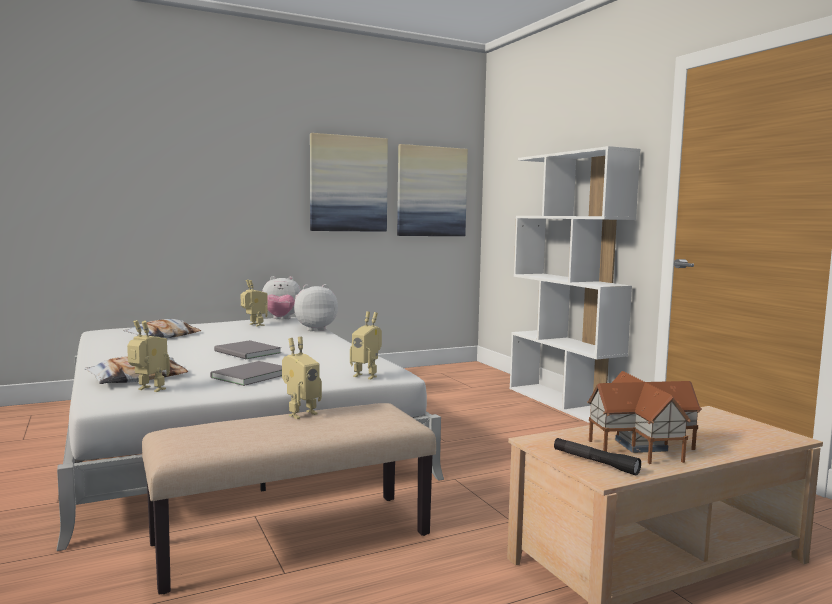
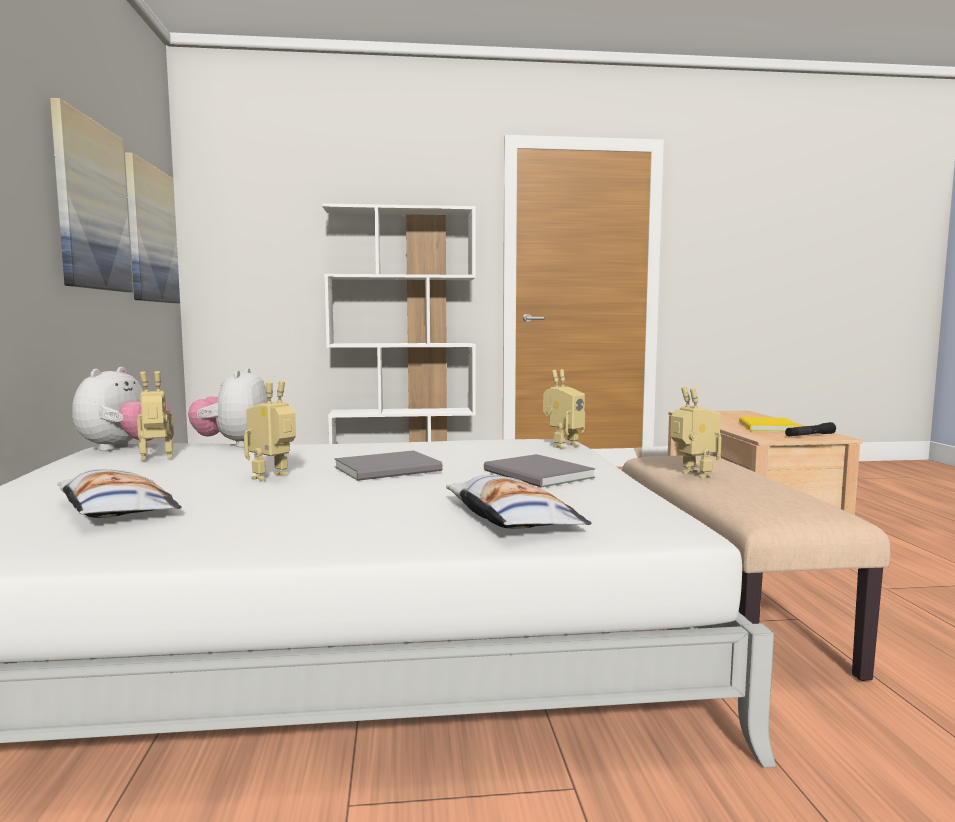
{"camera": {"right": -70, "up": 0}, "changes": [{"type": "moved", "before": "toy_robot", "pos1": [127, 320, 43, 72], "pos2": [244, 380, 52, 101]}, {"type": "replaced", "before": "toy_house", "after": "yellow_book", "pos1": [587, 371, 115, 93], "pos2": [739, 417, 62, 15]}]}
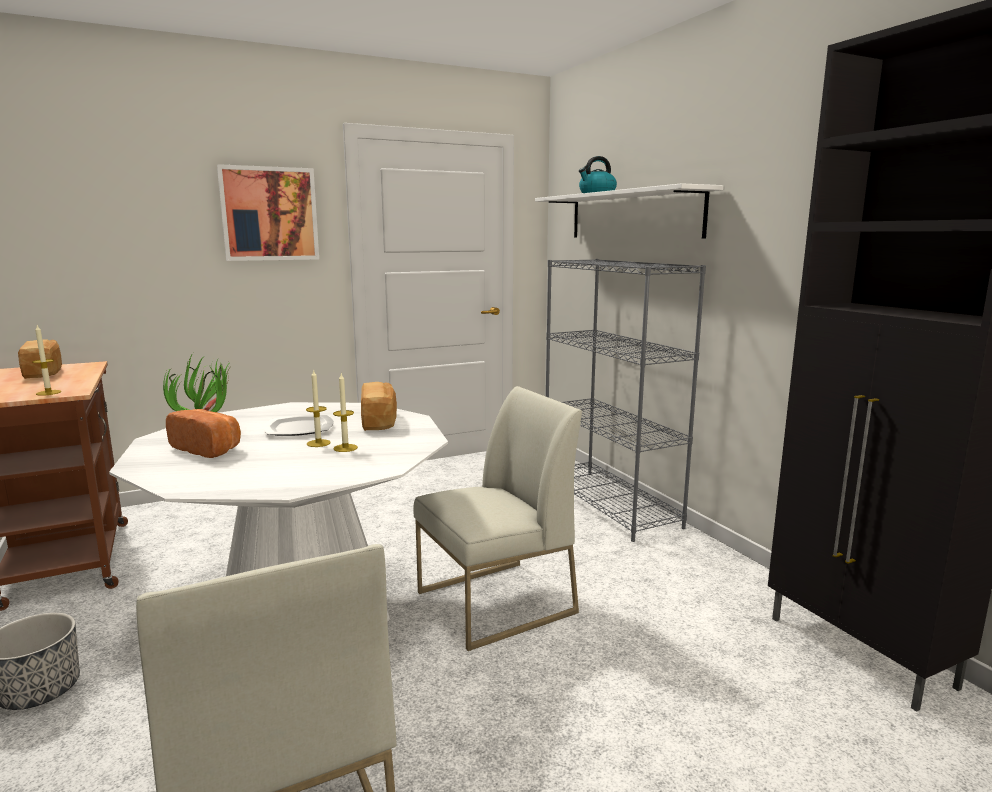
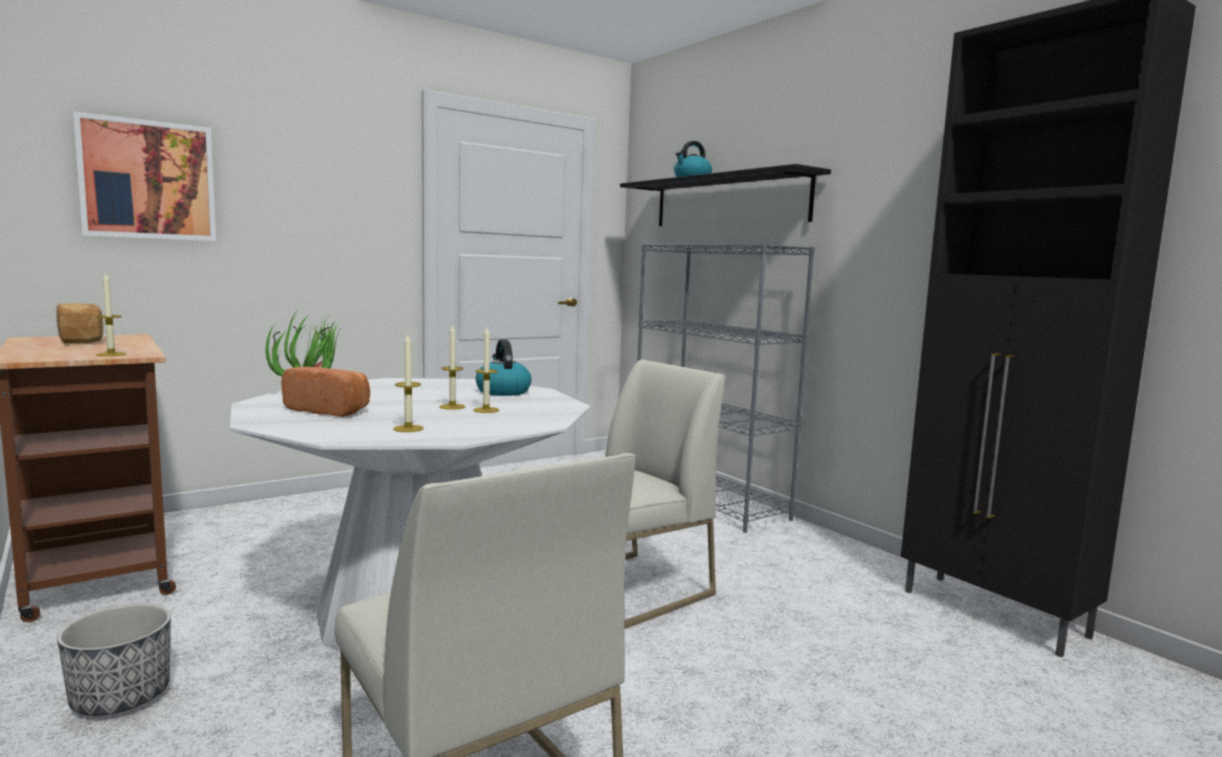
{"camera": {"right": -10, "up": -5}, "changes": [{"type": "moved", "before": "picture", "pos1": [217, 164, 102, 97], "pos2": [73, 111, 143, 130]}, {"type": "recoloured", "before": "white_shelf", "after": "black_shelf", "pos1": [535, 183, 189, 55], "pos2": [620, 164, 211, 62]}, {"type": "replaced", "before": "bread", "after": "kettle", "pos1": [361, 382, 36, 49], "pos2": [476, 339, 56, 57]}, {"type": "removed", "before": "plate", "pos1": [263, 415, 71, 21]}, {"type": "added", "after": "candle", "pos2": [393, 335, 31, 97]}]}
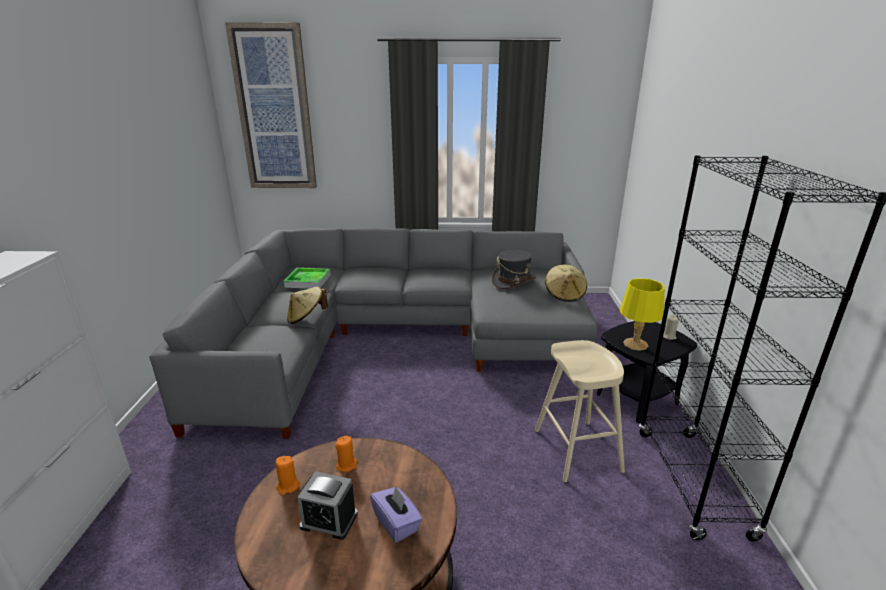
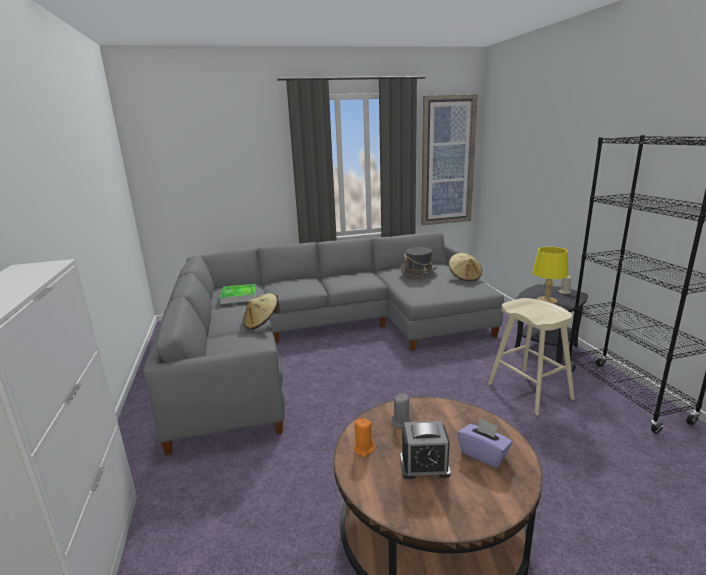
{"camera": {"right": -15, "up": -5}, "changes": [{"type": "moved", "before": "picture", "pos1": [225, 22, 92, 166], "pos2": [421, 94, 57, 131]}, {"type": "recoloured", "before": "orange_candle", "after": "grey_candle", "pos1": [335, 436, 22, 36], "pos2": [392, 394, 20, 34]}]}
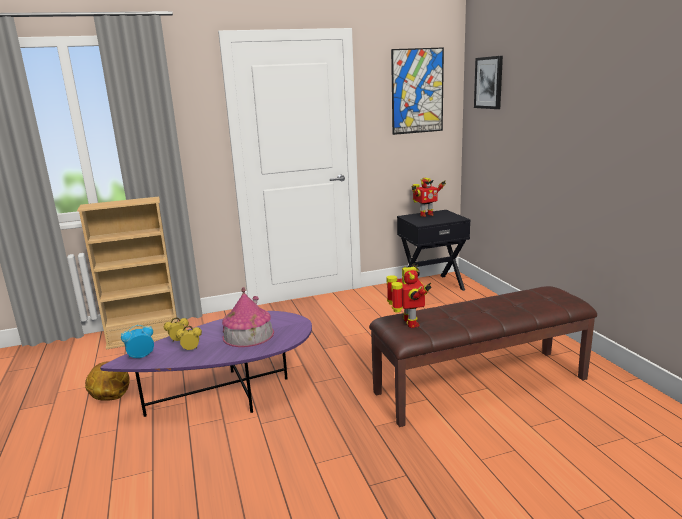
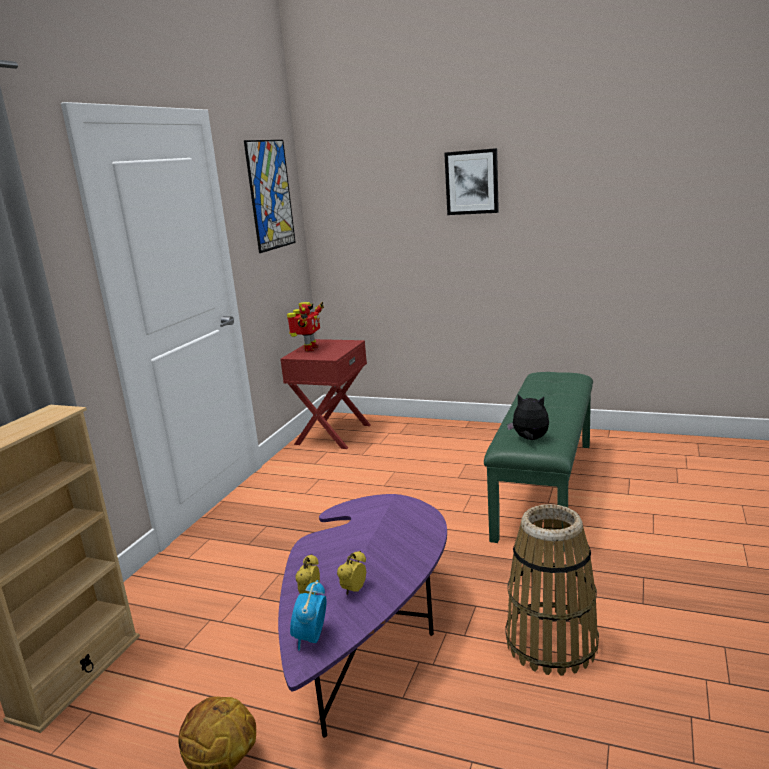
{"camera": {"right": -50, "up": 0}, "changes": [{"type": "moved", "before": "picture", "pos1": [474, 56, 29, 53], "pos2": [444, 148, 55, 67]}, {"type": "recoloured", "before": "black_nightstand", "after": "red_nightstand", "pos1": [397, 210, 73, 81], "pos2": [280, 339, 90, 110]}, {"type": "replaced", "before": "toy_robot", "after": "plush_toy", "pos1": [387, 263, 45, 65], "pos2": [507, 394, 42, 46]}, {"type": "recoloured", "before": "brown_bench", "after": "green_bench", "pos1": [369, 286, 228, 141], "pos2": [484, 372, 109, 180]}, {"type": "removed", "before": "toy_house", "pos1": [222, 287, 52, 60]}, {"type": "added", "after": "basket", "pos2": [505, 504, 94, 172]}]}
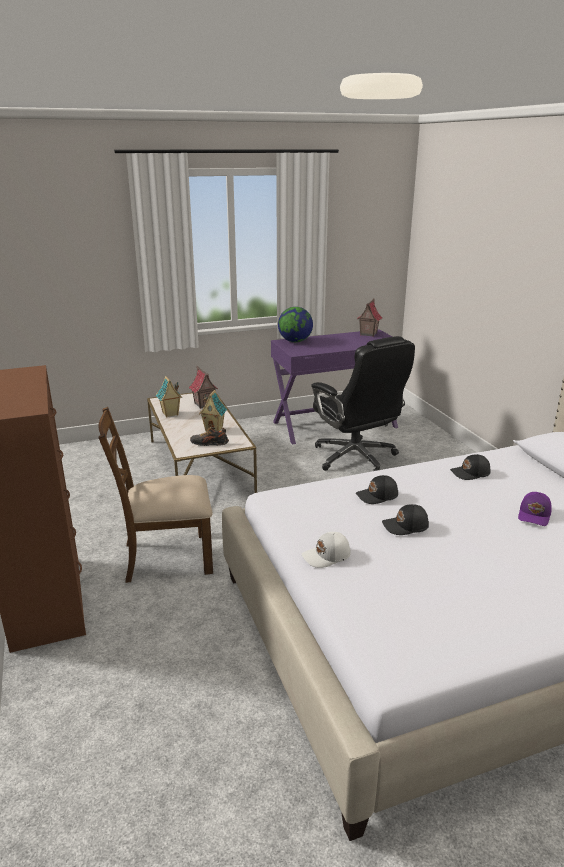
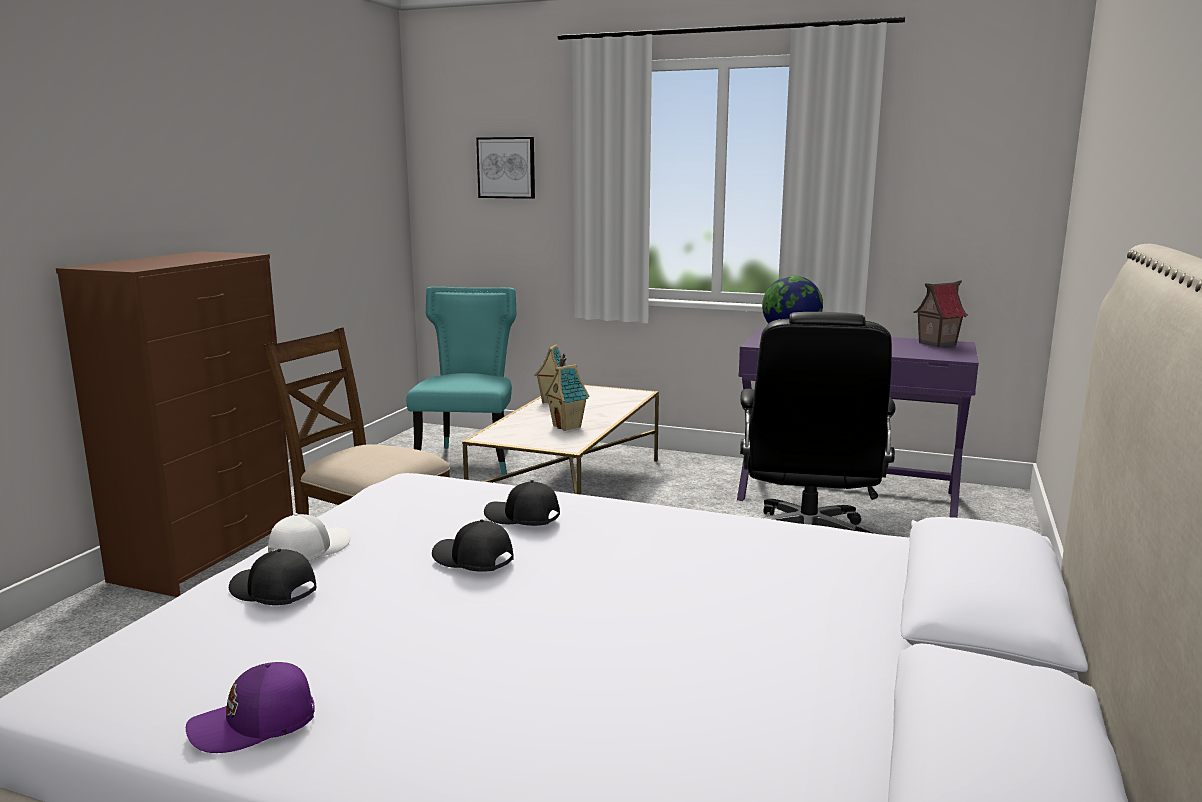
{"camera": {"right": 40, "up": -10}, "changes": [{"type": "removed", "before": "toy_house", "pos1": [189, 366, 29, 43]}, {"type": "removed", "before": "shoe", "pos1": [190, 427, 39, 19]}, {"type": "moved", "before": "black_cap", "pos1": [450, 454, 41, 26], "pos2": [229, 549, 87, 56]}, {"type": "moved", "before": "purple_cap", "pos1": [518, 492, 34, 34], "pos2": [186, 662, 129, 91]}, {"type": "turned", "before": "white_cap", "pos1": [302, 532, 49, 36], "pos2": [268, 513, 83, 48], "turn": 105}, {"type": "added", "after": "picture", "pos2": [476, 137, 59, 62]}, {"type": "added", "after": "turquoise_chair", "pos2": [406, 287, 110, 188]}]}
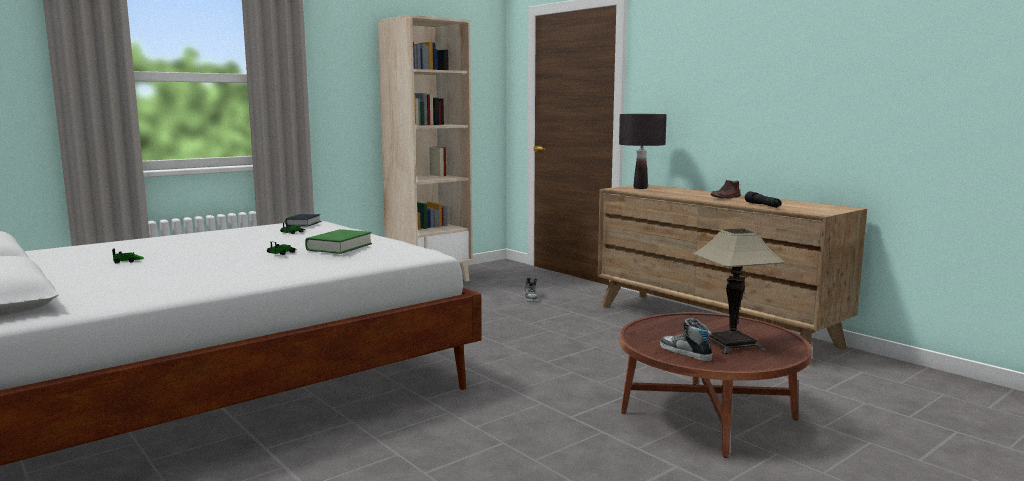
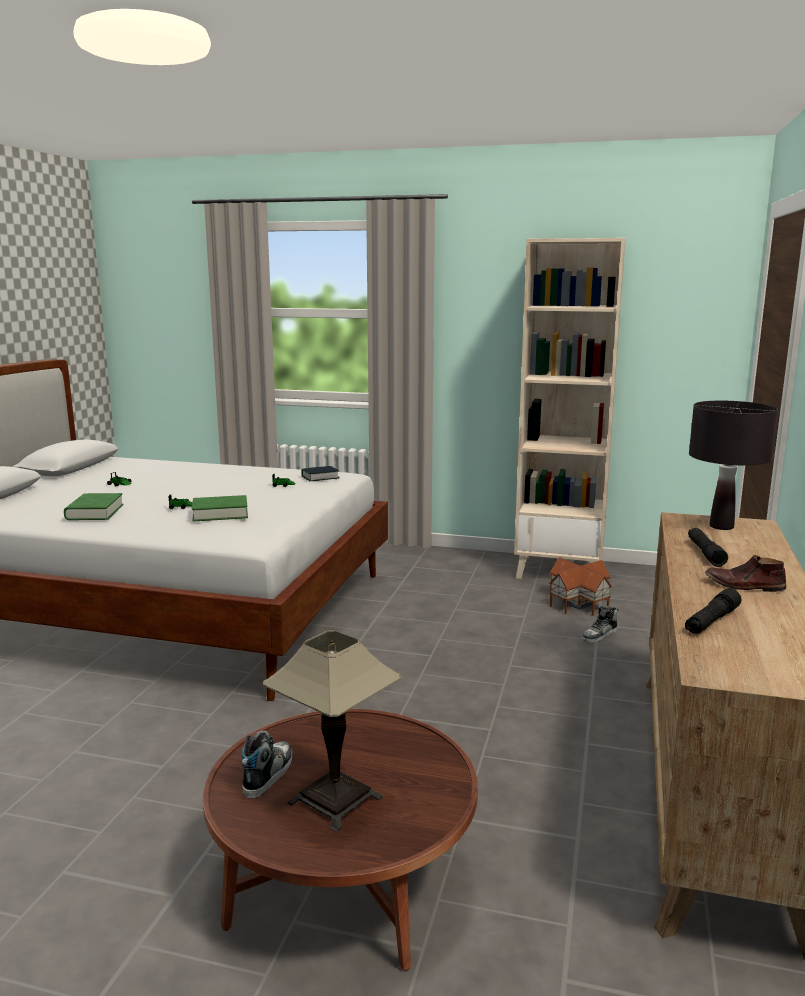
{"camera": {"right": 55, "up": 5}, "changes": [{"type": "added", "after": "green_book", "pos2": [64, 493, 60, 27]}, {"type": "added", "after": "black_flashlight", "pos2": [688, 528, 40, 39]}, {"type": "added", "after": "toy_house", "pos2": [549, 557, 63, 59]}]}
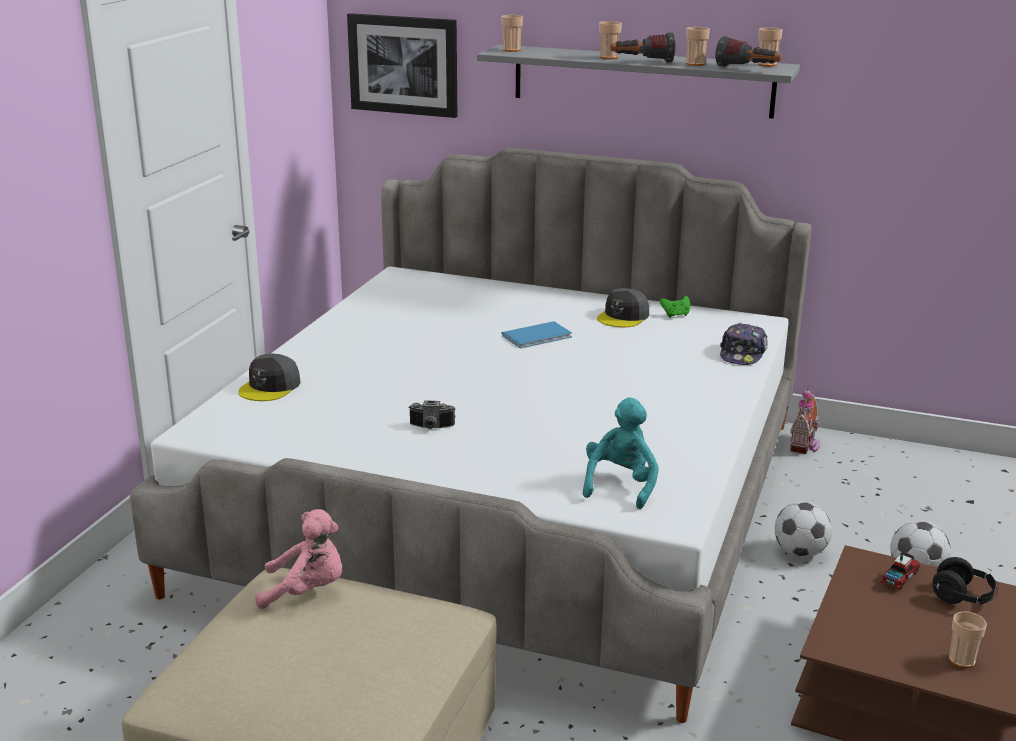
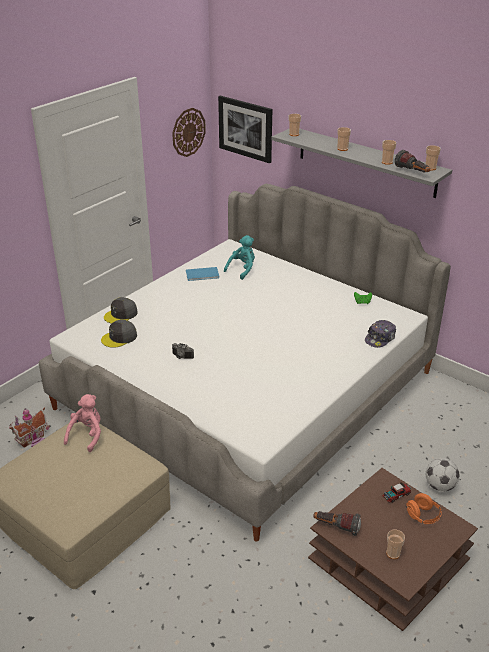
{"camera": {"right": 20, "up": 10}, "changes": [{"type": "moved", "before": "flashlight", "pos1": [611, 32, 65, 31], "pos2": [313, 511, 48, 25]}, {"type": "moved", "before": "grey_cap", "pos1": [597, 288, 52, 39], "pos2": [101, 320, 36, 28]}, {"type": "moved", "before": "blue_book", "pos1": [501, 321, 71, 27], "pos2": [186, 267, 33, 14]}, {"type": "moved", "before": "toy_house", "pos1": [790, 388, 30, 66], "pos2": [9, 408, 41, 40]}, {"type": "moved", "before": "turquoise_plush_toy", "pos1": [583, 397, 76, 112], "pos2": [224, 235, 31, 45]}, {"type": "removed", "before": "football", "pos1": [775, 501, 57, 56]}, {"type": "turned", "before": "pink_plush_toy", "pos1": [255, 509, 87, 100], "pos2": [64, 394, 37, 58], "turn": -90}, {"type": "recoloured", "before": "black_headphones", "after": "orange_headphones", "pos1": [933, 557, 65, 47], "pos2": [406, 493, 36, 31]}, {"type": "added", "after": "wall_clock", "pos2": [172, 108, 34, 49]}]}
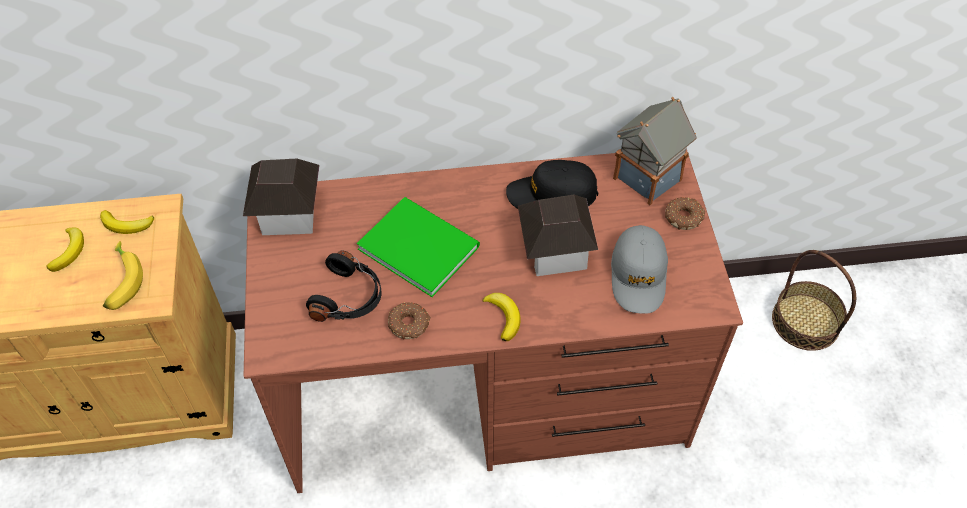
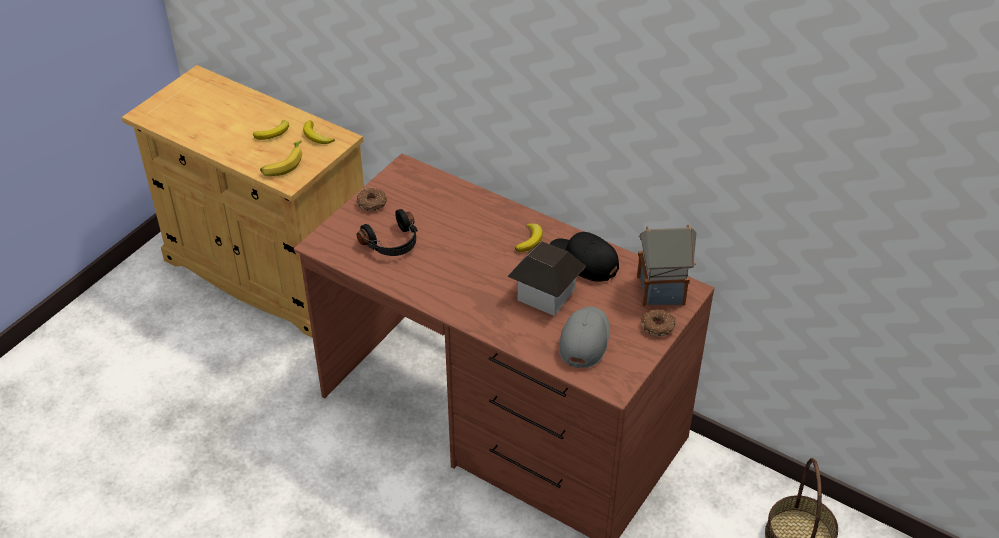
{"camera": {"right": 40, "up": -10}, "changes": [{"type": "removed", "before": "toy_house", "pos1": [243, 159, 77, 76]}, {"type": "removed", "before": "green_book", "pos1": [357, 197, 123, 100]}, {"type": "turned", "before": "grey_cap", "pos1": [611, 225, 57, 89], "pos2": [559, 307, 51, 61], "turn": 150}, {"type": "moved", "before": "banana", "pos1": [482, 293, 39, 48], "pos2": [515, 223, 28, 29]}, {"type": "moved", "before": "donut", "pos1": [388, 302, 43, 38], "pos2": [357, 188, 30, 23]}]}
